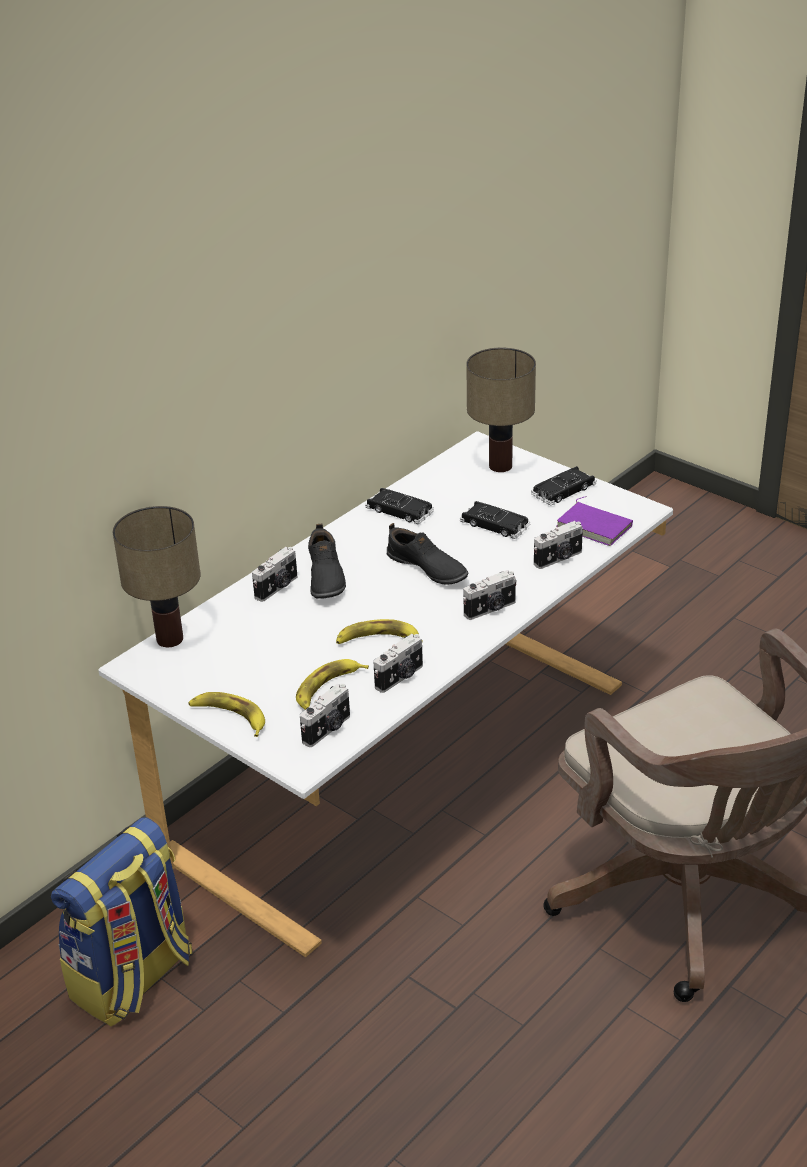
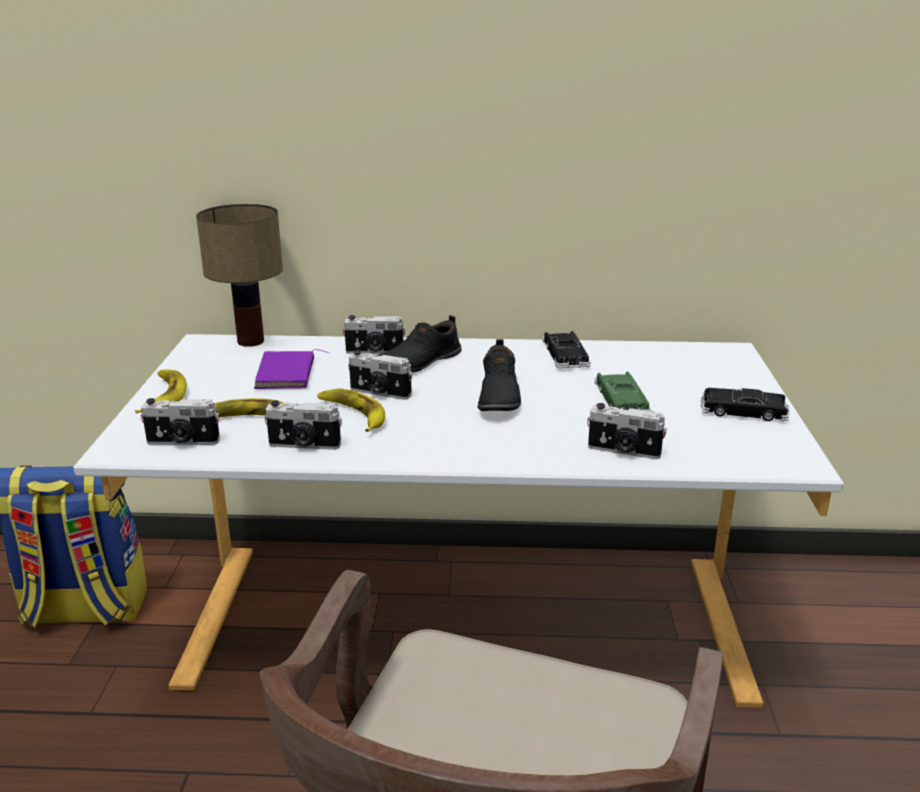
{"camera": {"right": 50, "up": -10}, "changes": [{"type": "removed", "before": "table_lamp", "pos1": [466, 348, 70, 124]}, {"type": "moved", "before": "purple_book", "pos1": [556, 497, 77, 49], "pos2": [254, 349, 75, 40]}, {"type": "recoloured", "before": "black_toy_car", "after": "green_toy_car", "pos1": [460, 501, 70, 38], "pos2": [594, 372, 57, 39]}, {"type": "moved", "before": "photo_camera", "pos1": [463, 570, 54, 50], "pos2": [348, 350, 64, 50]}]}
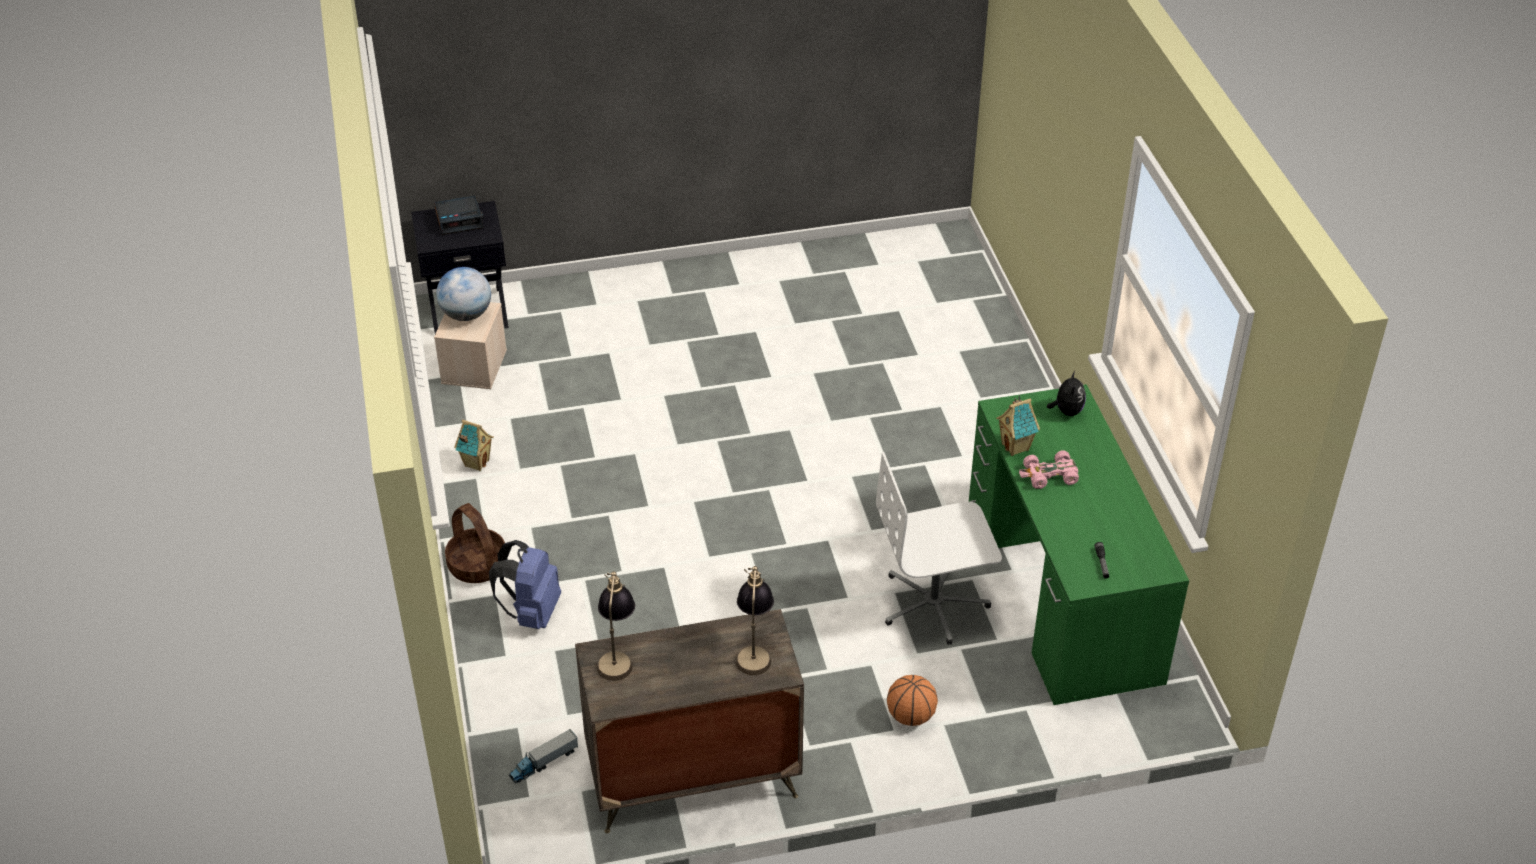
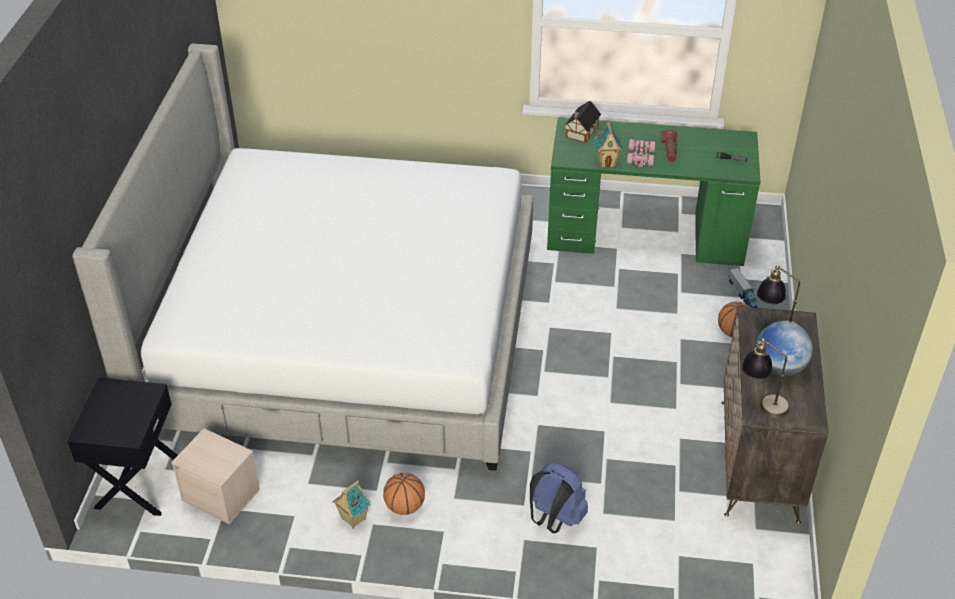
{"camera": {"right": -70, "up": 0}, "changes": [{"type": "removed", "before": "alarm_clock", "pos1": [434, 195, 50, 40]}, {"type": "moved", "before": "globe", "pos1": [436, 267, 55, 54], "pos2": [756, 321, 57, 55]}, {"type": "replaced", "before": "plush_toy", "after": "toy_house", "pos1": [1047, 371, 39, 45], "pos2": [564, 101, 37, 42]}, {"type": "removed", "before": "white_office_chair", "pos1": [876, 452, 126, 193]}, {"type": "removed", "before": "basket", "pos1": [445, 503, 60, 80]}, {"type": "moved", "before": "toy_truck", "pos1": [509, 729, 69, 54], "pos2": [728, 267, 30, 41]}, {"type": "added", "after": "bed", "pos2": [72, 43, 462, 428]}, {"type": "added", "after": "flashlight", "pos2": [661, 129, 17, 33]}, {"type": "added", "after": "basketball", "pos2": [383, 473, 42, 42]}]}
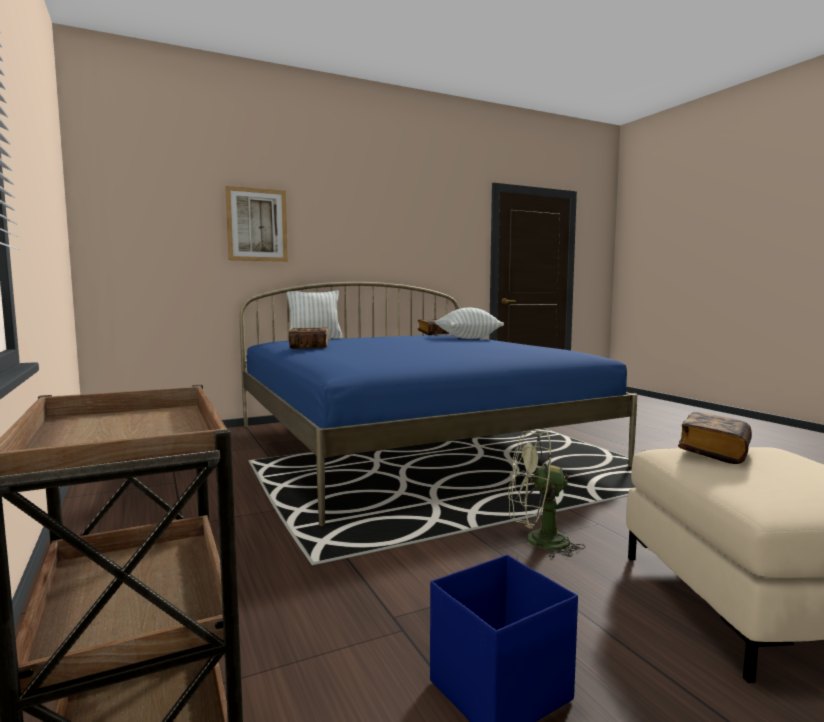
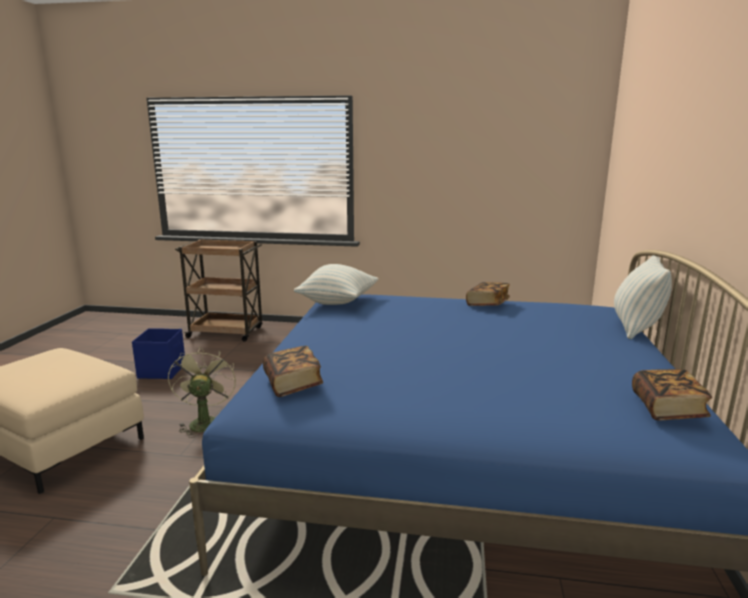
{"camera": {"right": 125, "up": 10}, "changes": [{"type": "removed", "before": "picture", "pos1": [225, 186, 63, 76]}, {"type": "moved", "before": "pillow", "pos1": [435, 308, 69, 31], "pos2": [294, 264, 85, 41]}, {"type": "moved", "before": "book", "pos1": [678, 412, 74, 52], "pos2": [263, 346, 60, 51]}, {"type": "turned", "before": "green_fan", "pos1": [508, 430, 77, 129], "pos2": [168, 347, 68, 91], "turn": -45}]}
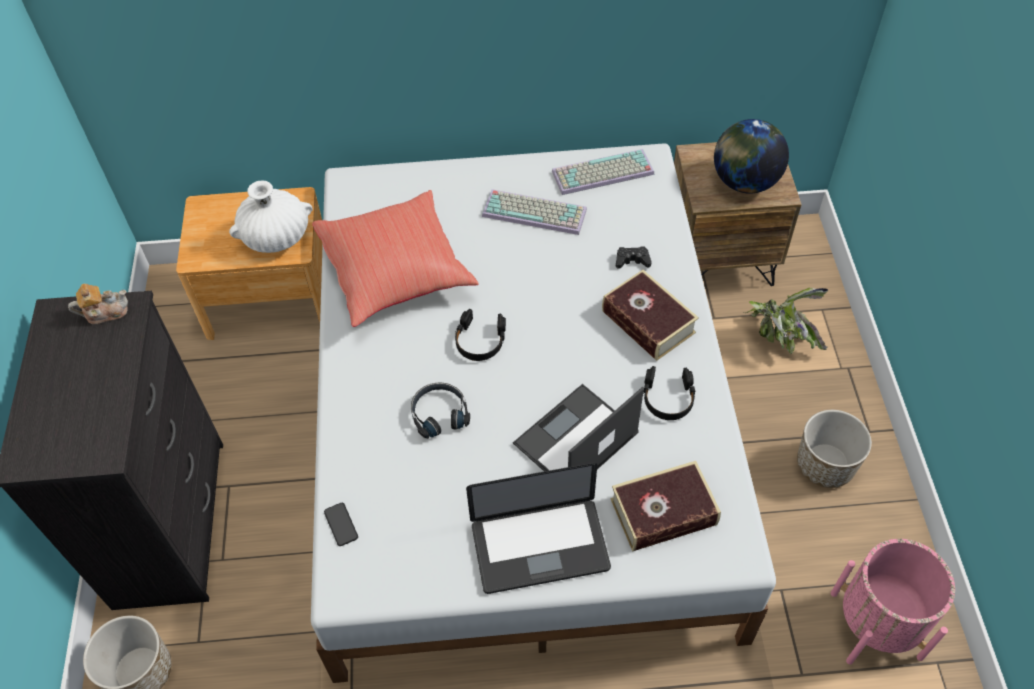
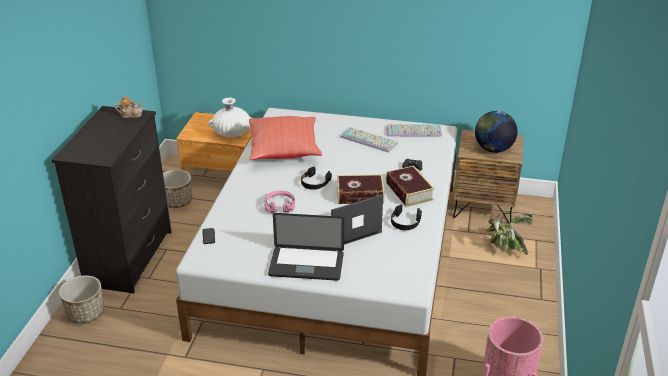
{"camera": {"right": 15, "up": -20}, "changes": [{"type": "recoloured", "before": "black_headphones", "after": "pink_headphones", "pos1": [411, 382, 59, 57], "pos2": [265, 191, 30, 22]}, {"type": "moved", "before": "planter", "pos1": [797, 410, 75, 78], "pos2": [163, 170, 29, 38]}, {"type": "moved", "before": "book", "pos1": [610, 461, 111, 91], "pos2": [337, 174, 48, 30]}]}
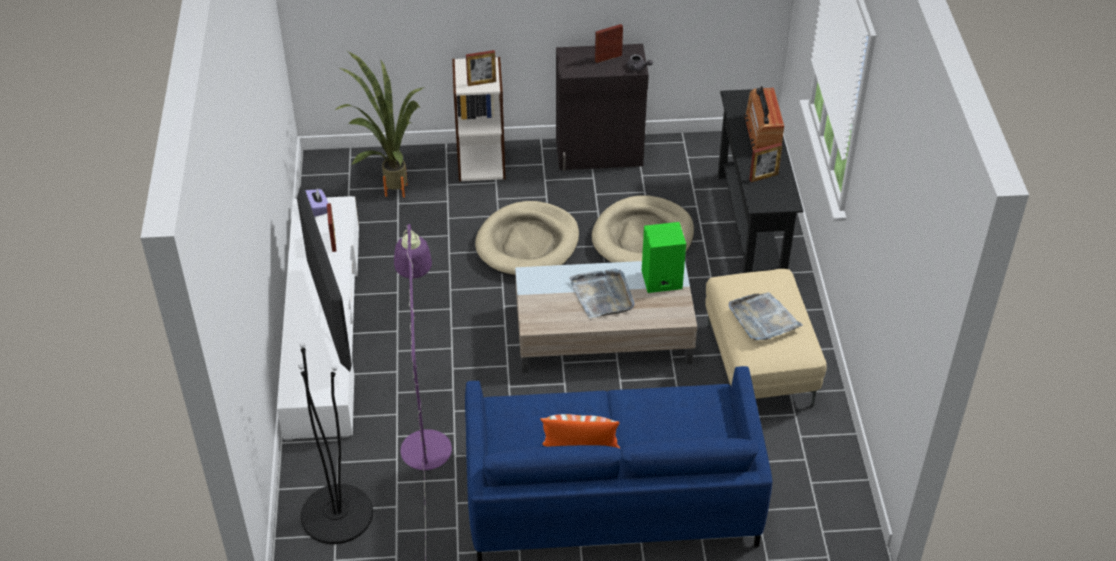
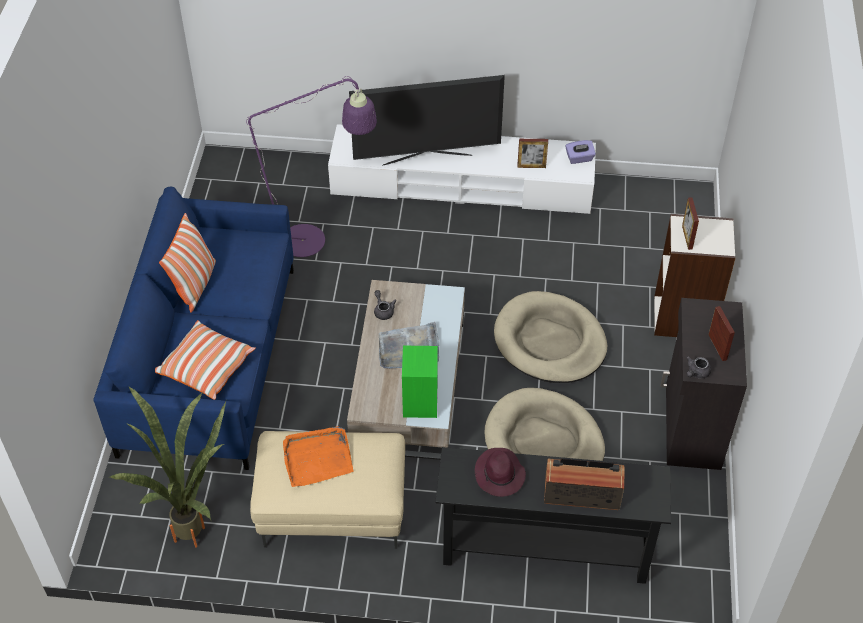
{"camera": {"right": 100, "up": 5}, "changes": [{"type": "moved", "before": "potted_plant", "pos1": [335, 51, 90, 147], "pos2": [110, 387, 116, 160]}, {"type": "replaced", "before": "picture_frame", "after": "purple_hat", "pos1": [749, 143, 33, 39], "pos2": [474, 448, 52, 49]}, {"type": "recoloured", "before": "grey_tray", "after": "orange_tray", "pos1": [729, 292, 74, 48], "pos2": [283, 426, 70, 61]}, {"type": "removed", "before": "black_floor_lamp", "pos1": [298, 343, 75, 201]}, {"type": "added", "after": "grey_teapot", "pos2": [374, 290, 22, 30]}, {"type": "added", "after": "pillow", "pos2": [155, 320, 101, 80]}]}
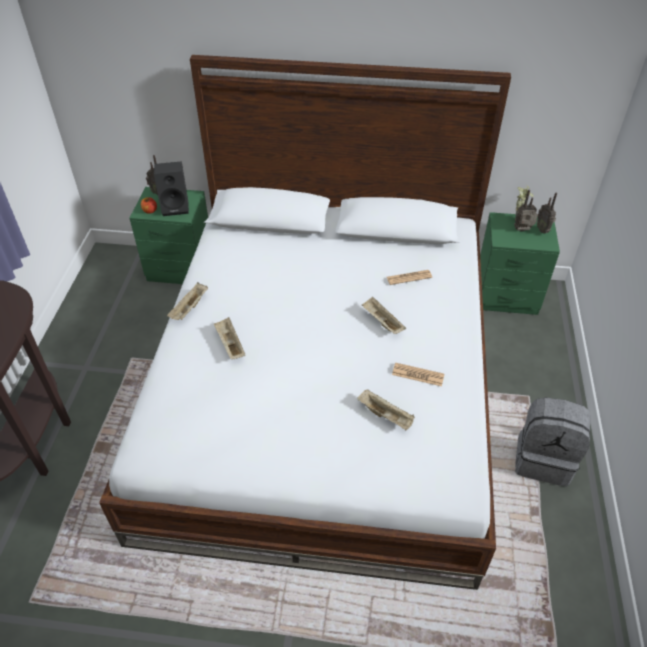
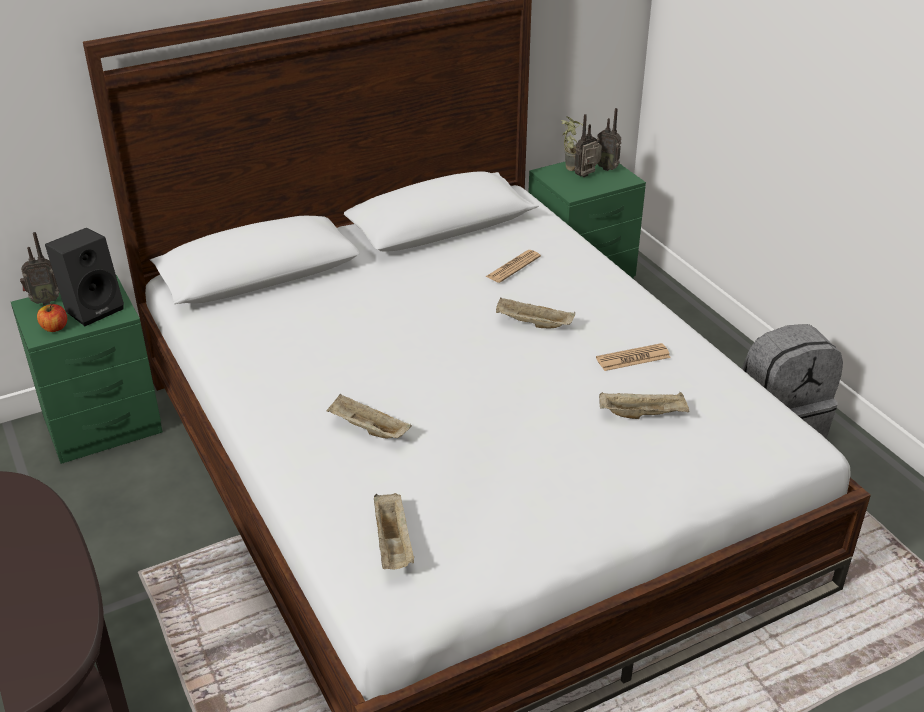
{"camera": {"right": -35, "up": -10}, "changes": [{"type": "moved", "before": "beige_tray", "pos1": [167, 282, 41, 38], "pos2": [374, 493, 40, 76]}]}
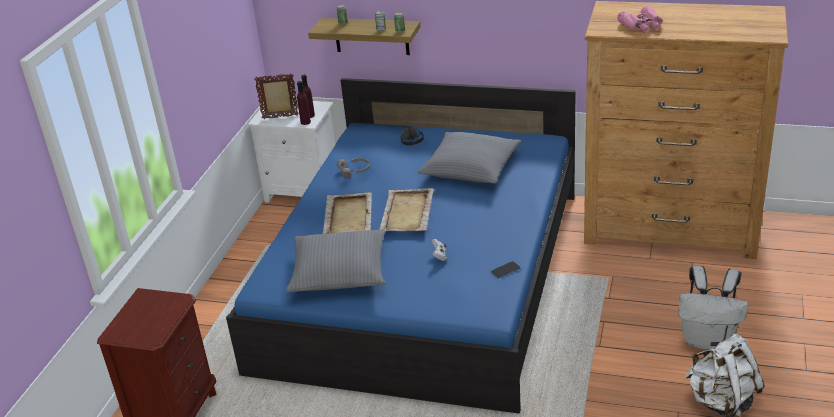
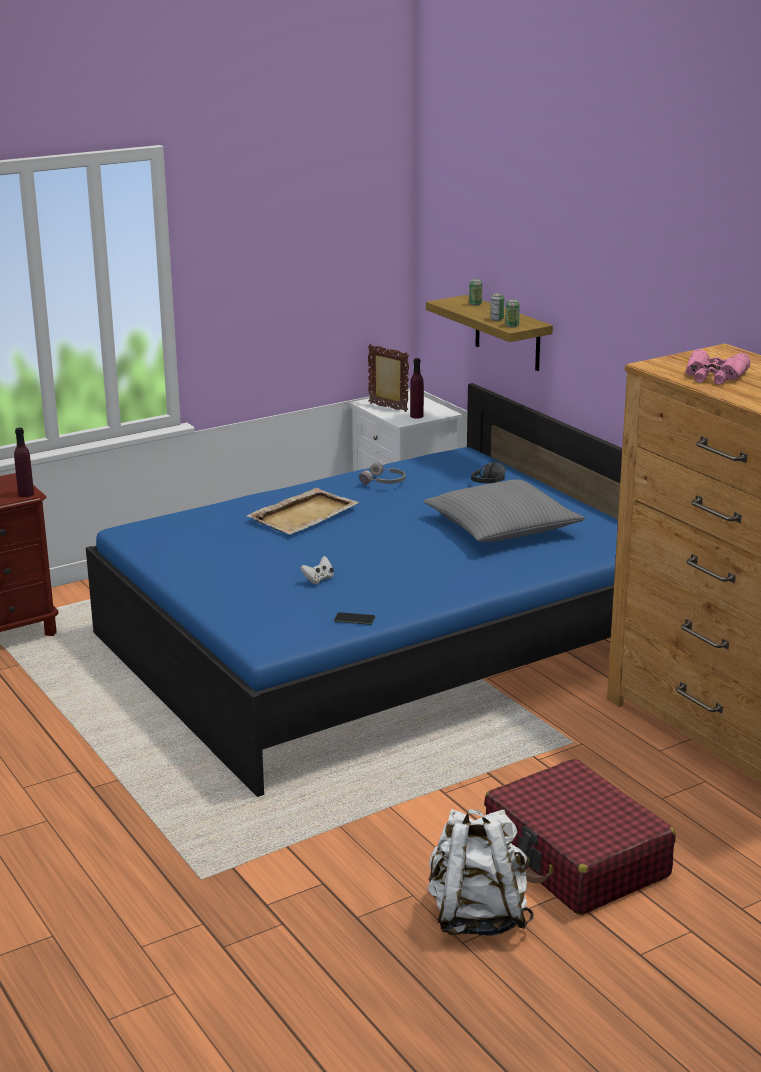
{"camera": {"right": 40, "up": -10}, "changes": [{"type": "moved", "before": "purple_bottle", "pos1": [297, 81, 14, 44], "pos2": [14, 428, 20, 69]}, {"type": "removed", "before": "beige_tray", "pos1": [380, 188, 53, 43]}, {"type": "removed", "before": "grey_pillow", "pos1": [286, 229, 100, 63]}, {"type": "replaced", "before": "white_backpack", "after": "red_suitcase", "pos1": [678, 266, 71, 84], "pos2": [484, 759, 191, 156]}]}
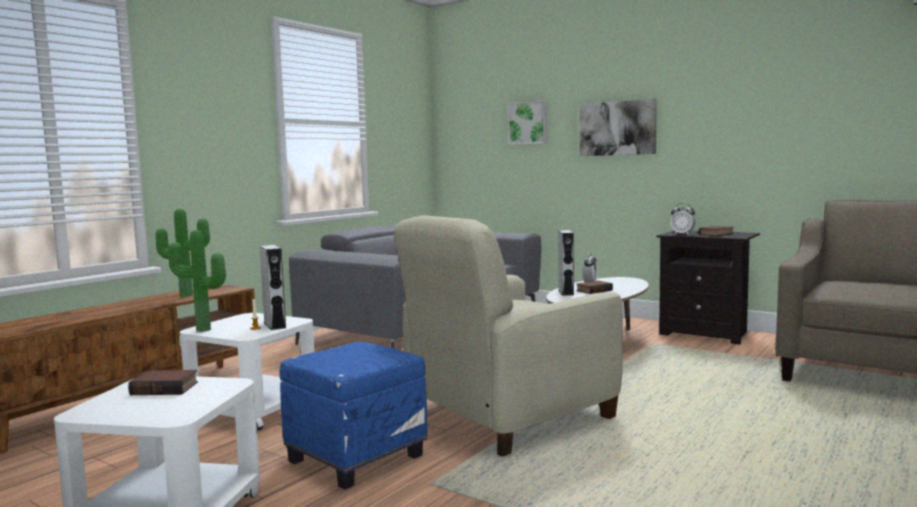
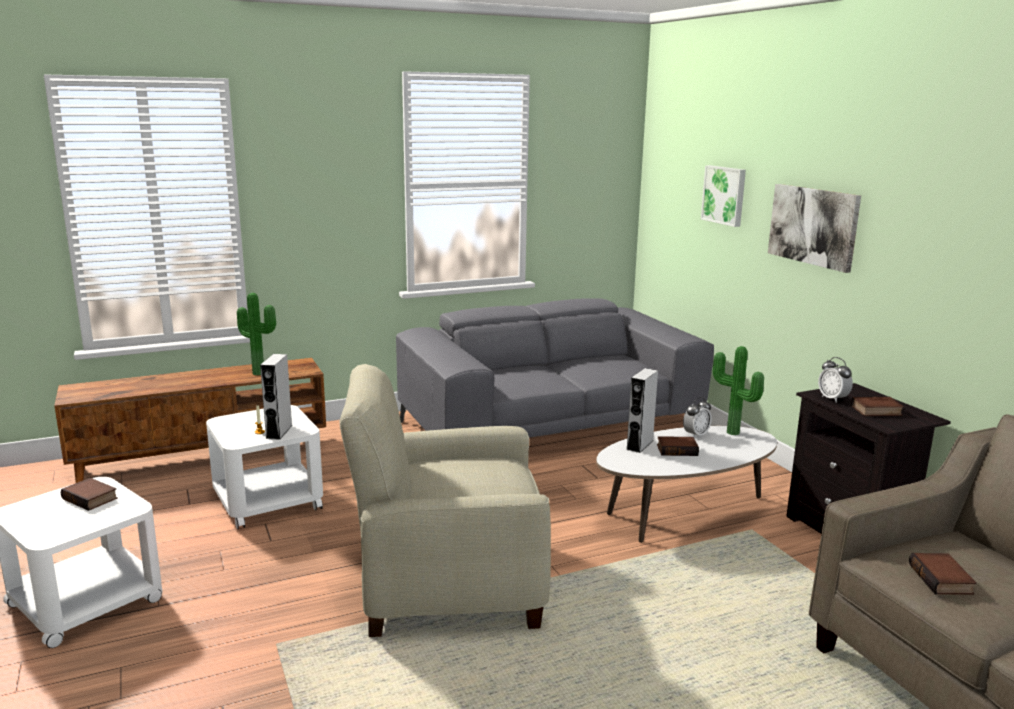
{"camera": {"right": 30, "up": 10}, "changes": [{"type": "moved", "before": "potted_plant", "pos1": [168, 230, 58, 102], "pos2": [712, 346, 52, 89]}, {"type": "removed", "before": "blue_ottoman", "pos1": [280, 342, 147, 148]}, {"type": "added", "after": "book", "pos2": [909, 553, 68, 42]}]}
